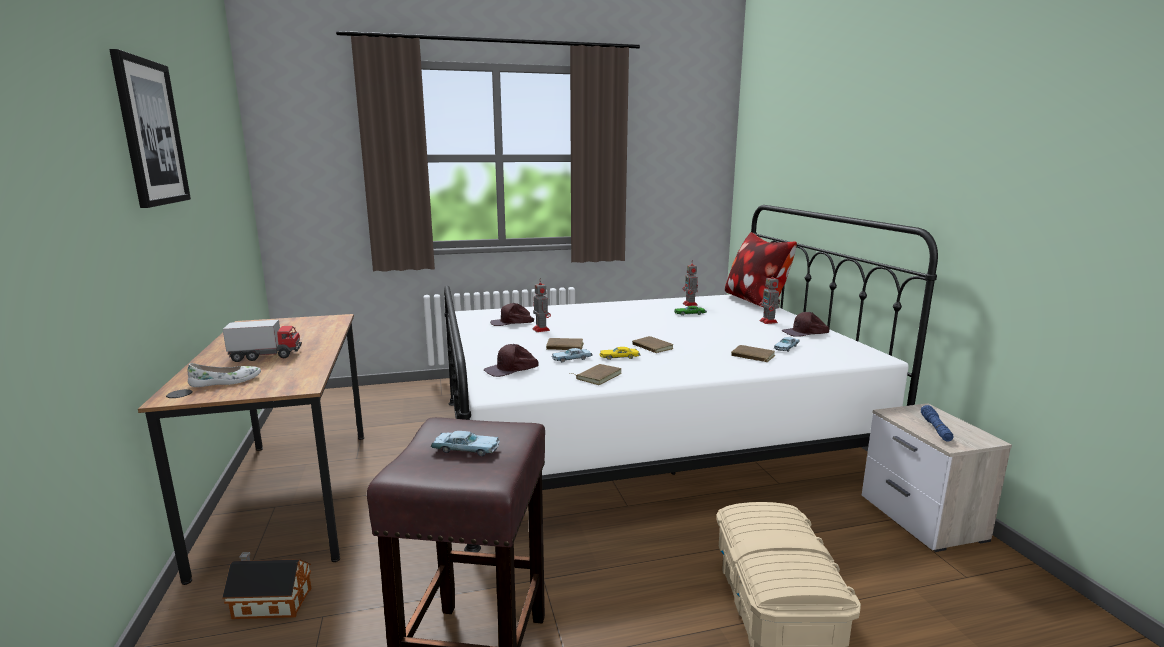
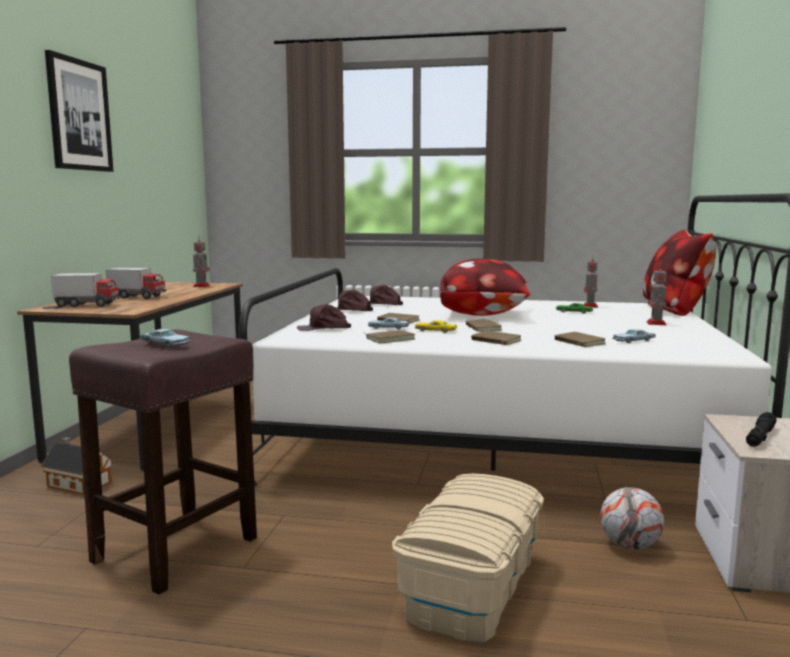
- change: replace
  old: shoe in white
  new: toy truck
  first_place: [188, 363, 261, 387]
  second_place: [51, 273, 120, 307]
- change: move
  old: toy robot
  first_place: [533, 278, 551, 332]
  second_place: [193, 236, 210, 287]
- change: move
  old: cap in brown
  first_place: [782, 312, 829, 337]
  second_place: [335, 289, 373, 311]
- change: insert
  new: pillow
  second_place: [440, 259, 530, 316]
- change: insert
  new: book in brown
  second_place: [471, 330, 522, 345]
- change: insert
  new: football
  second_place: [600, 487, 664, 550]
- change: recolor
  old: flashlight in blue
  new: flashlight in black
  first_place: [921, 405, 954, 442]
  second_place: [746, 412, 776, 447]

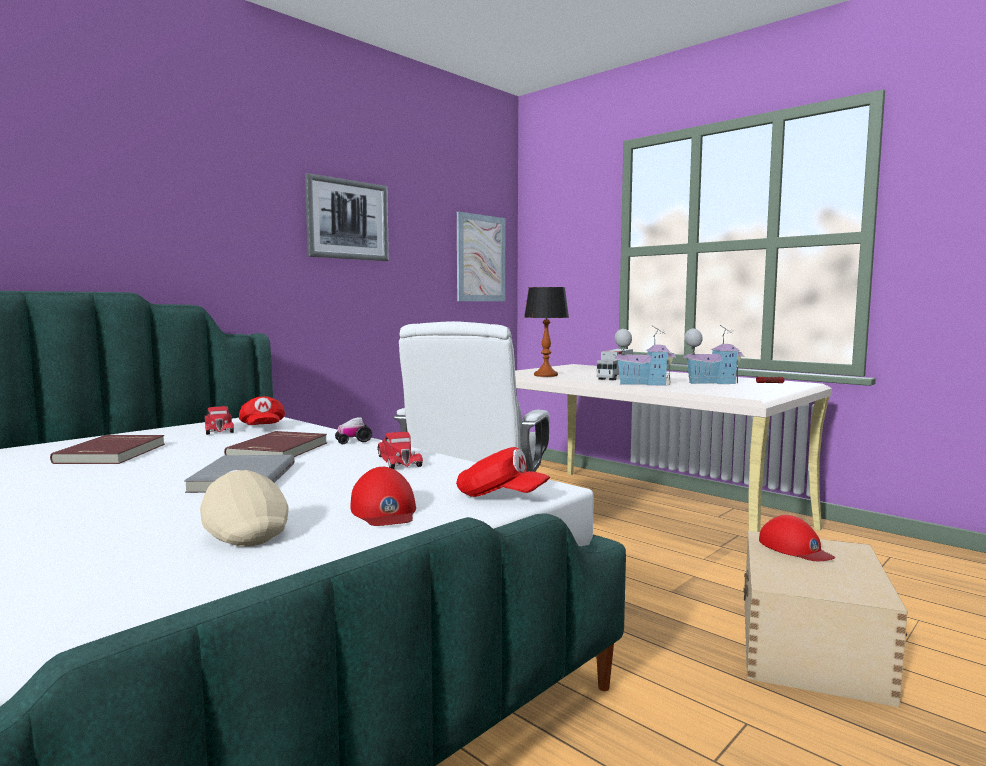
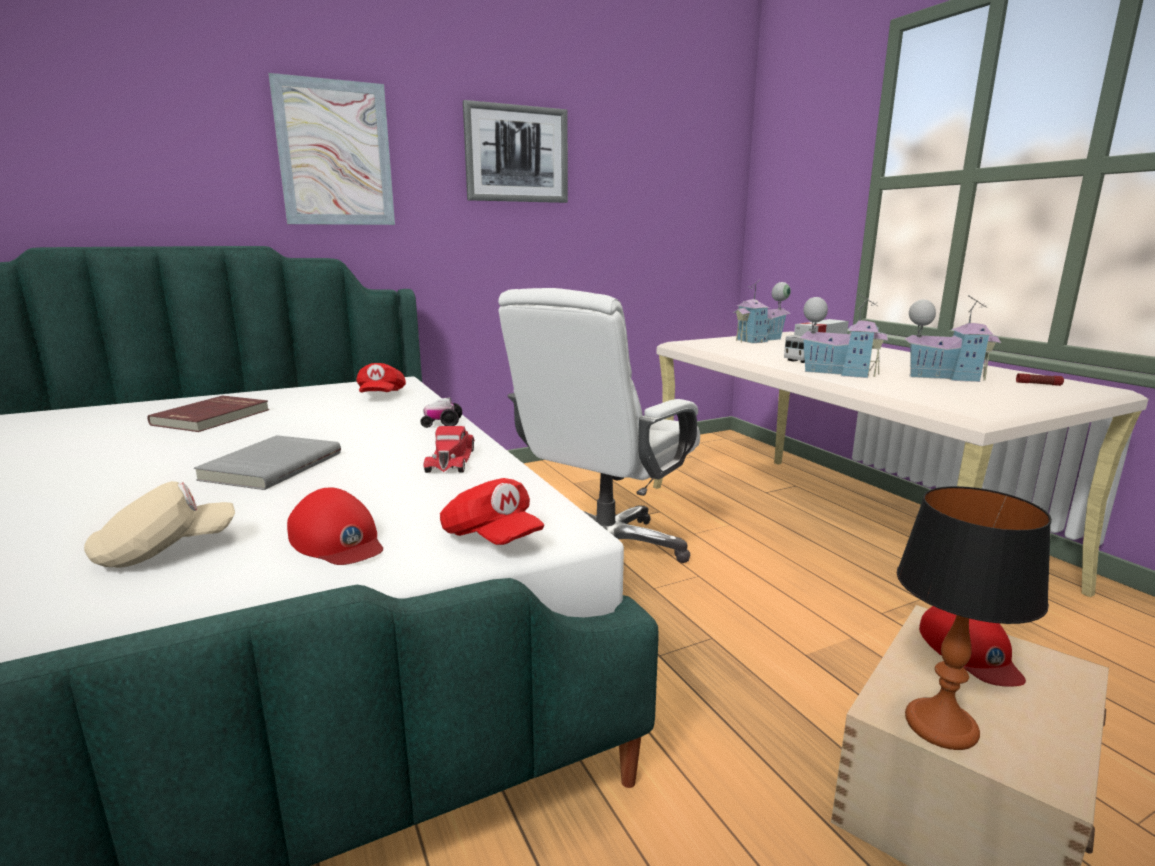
- change: rotate
  old: cap in beige
  first_place: [200, 470, 289, 547]
  second_place: [84, 481, 235, 568]
  degrees: 75
- change: move
  old: picture
  first_place: [457, 212, 505, 301]
  second_place: [268, 73, 395, 225]
- change: rotate
  old: cap in red
  first_place: [350, 467, 416, 526]
  second_place: [287, 487, 383, 565]
  degrees: -45
- change: insert
  new: toy house
  second_place: [733, 280, 791, 343]
- change: move
  old: table lamp
  first_place: [524, 287, 569, 377]
  second_place: [897, 486, 1052, 750]
- change: delete
  old: toy car in red
  first_place: [205, 406, 234, 435]
- change: delete
  old: book in red
  first_place: [224, 431, 327, 457]

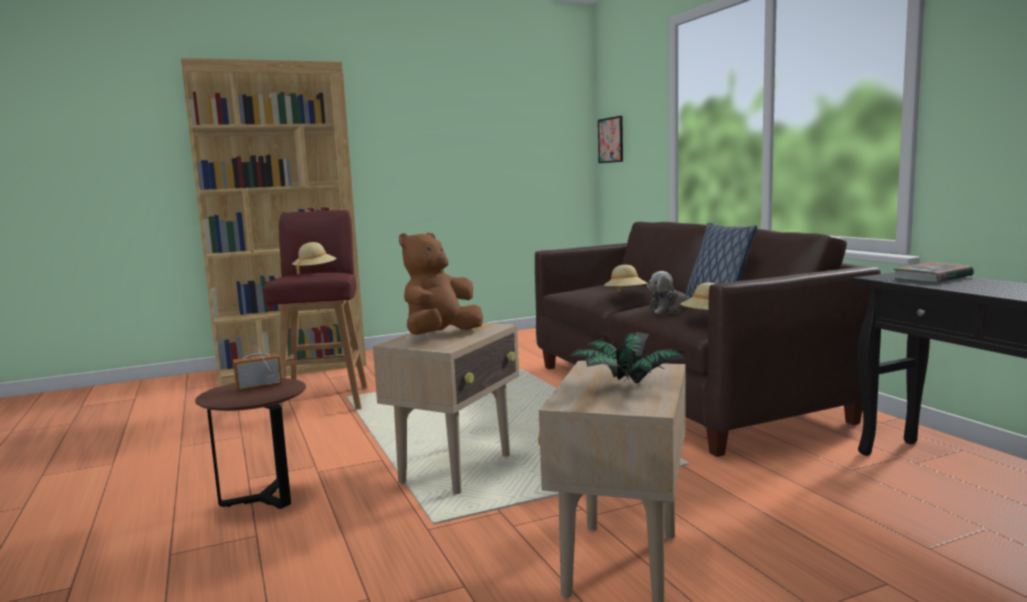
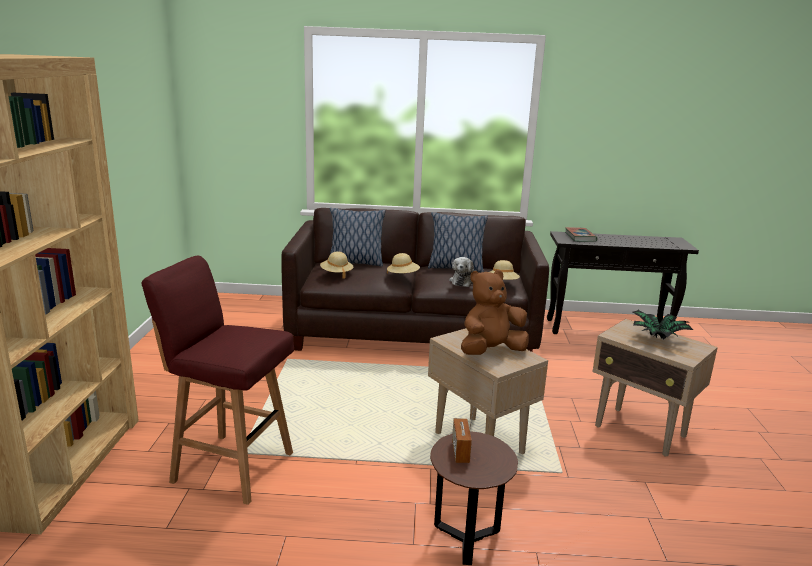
- change: move
  old: hat in beige
  first_place: [292, 242, 336, 275]
  second_place: [320, 251, 353, 279]
- change: insert
  new: pillow
  second_place: [329, 208, 385, 267]
- change: rotate
  old: plush toy in brown
  first_place: [399, 232, 483, 335]
  second_place: [461, 270, 529, 355]
  degrees: 90
- change: delete
  old: picture
  first_place: [598, 116, 623, 163]

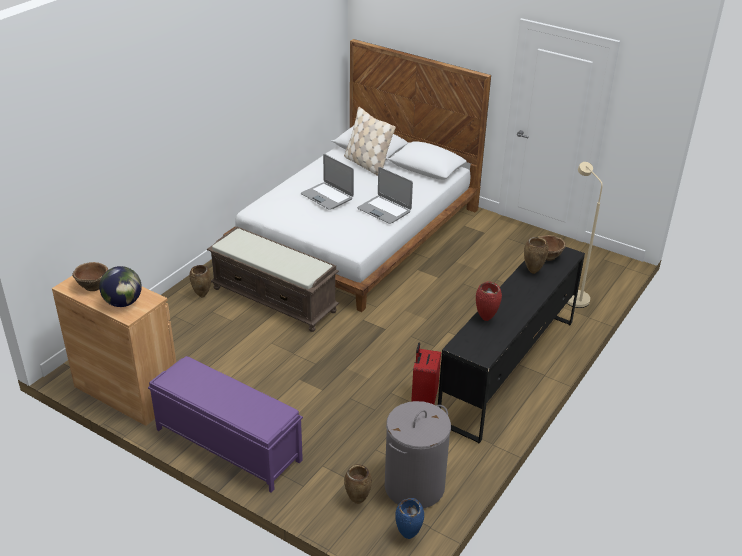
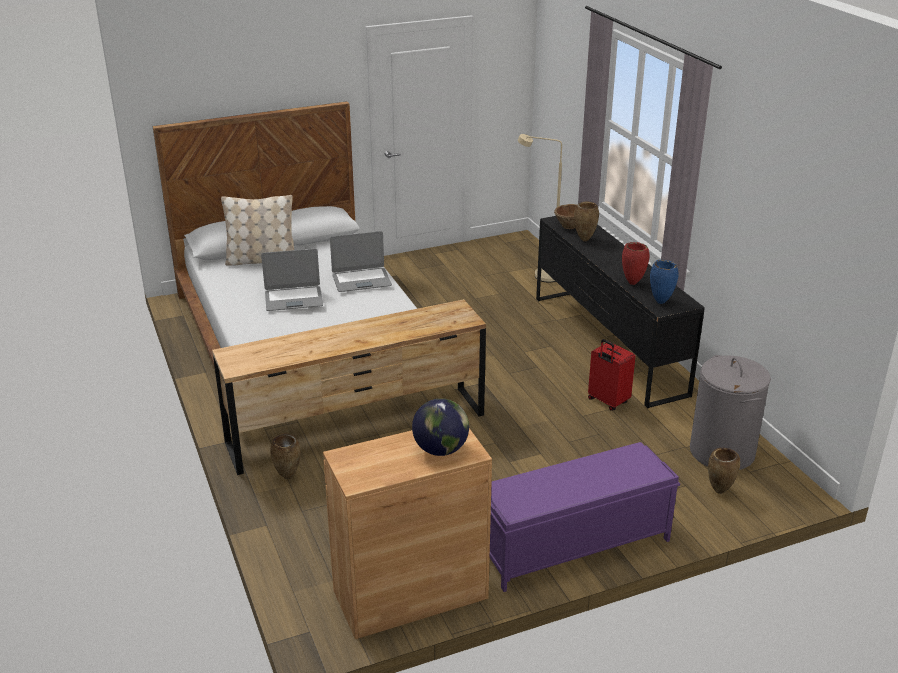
- change: replace
  old: bench in brown
  new: dresser in brown
  first_place: [207, 227, 339, 332]
  second_place: [212, 299, 486, 475]
- change: move
  old: vase in blue
  first_place: [395, 498, 424, 539]
  second_place: [650, 260, 678, 304]
- change: delete
  old: bowl in brown
  first_place: [72, 262, 108, 291]

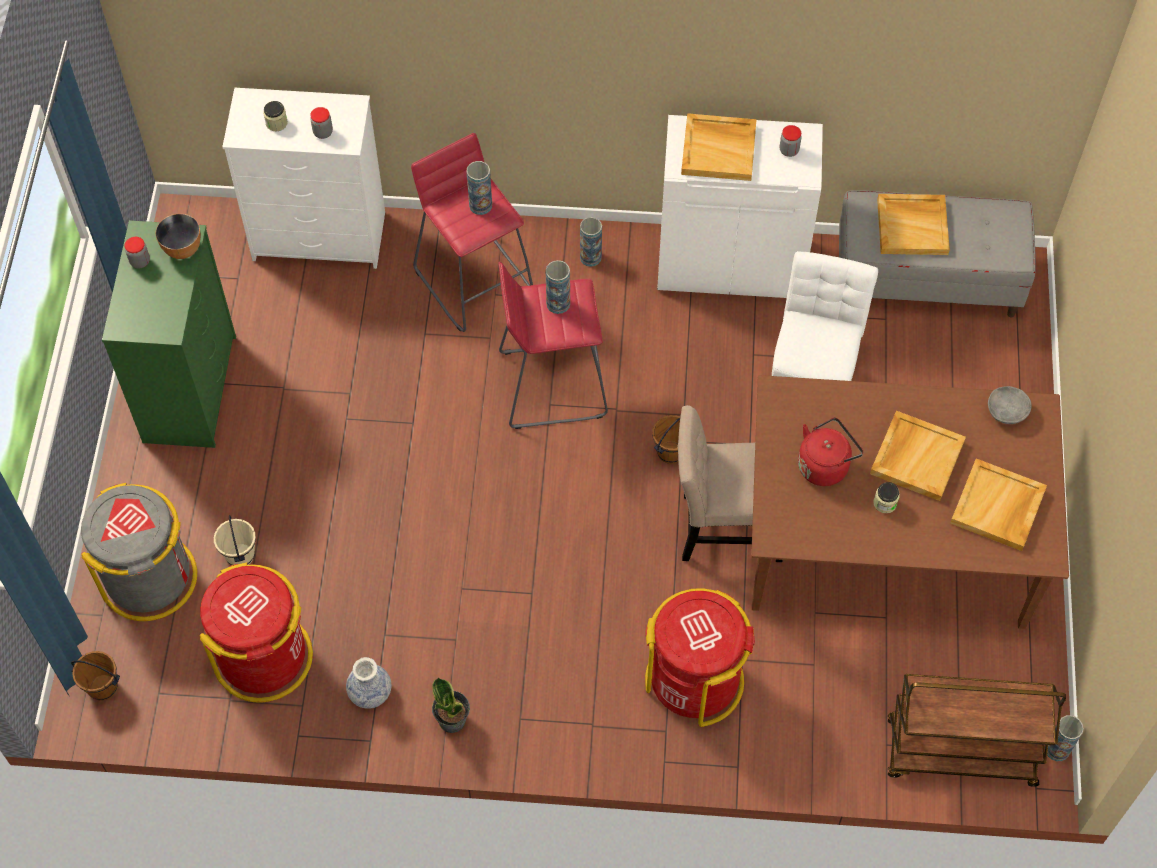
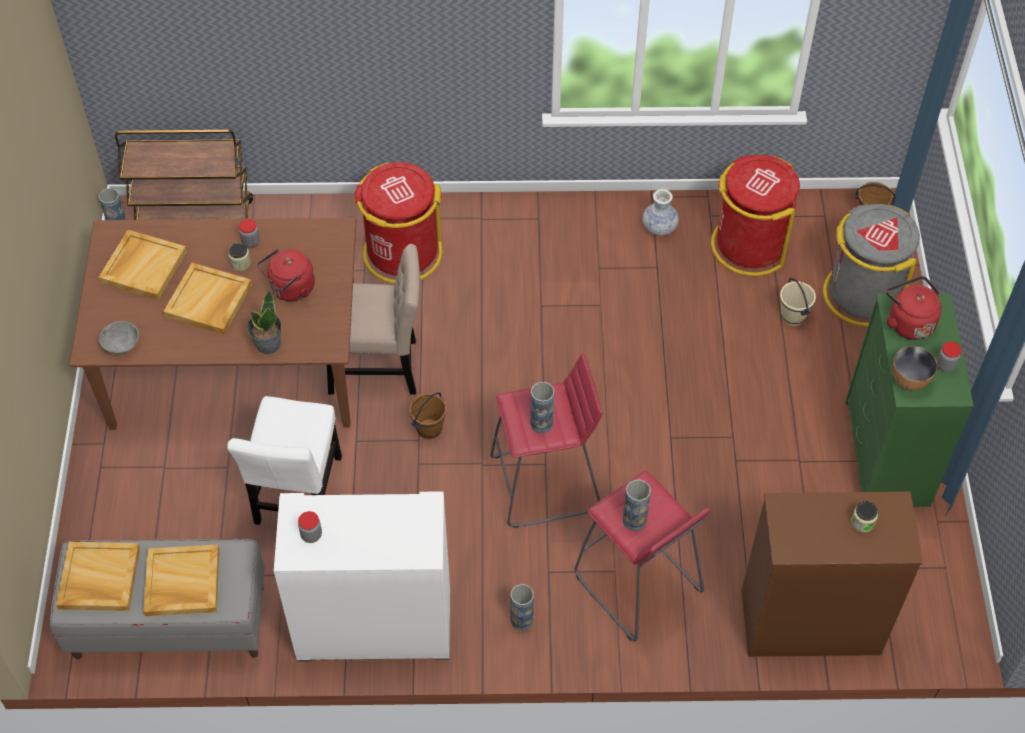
- change: move
  old: tray in beige
  first_place: [681, 113, 757, 181]
  second_place: [56, 542, 140, 611]
- change: move
  old: jar
  first_place: [310, 107, 333, 139]
  second_place: [239, 219, 260, 248]
- change: move
  old: potted plant
  first_place: [432, 677, 470, 733]
  second_place: [247, 290, 282, 354]
- change: recolor
  old: dresser in white
  new: dresser in brown
  first_place: [222, 88, 385, 269]
  second_place: [742, 491, 923, 657]
- change: insert
  new: kettle in red
  second_place: [886, 276, 942, 340]

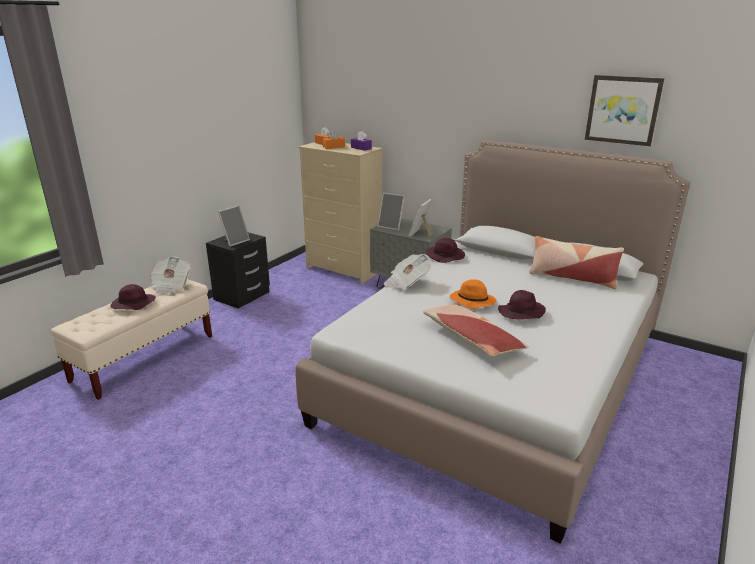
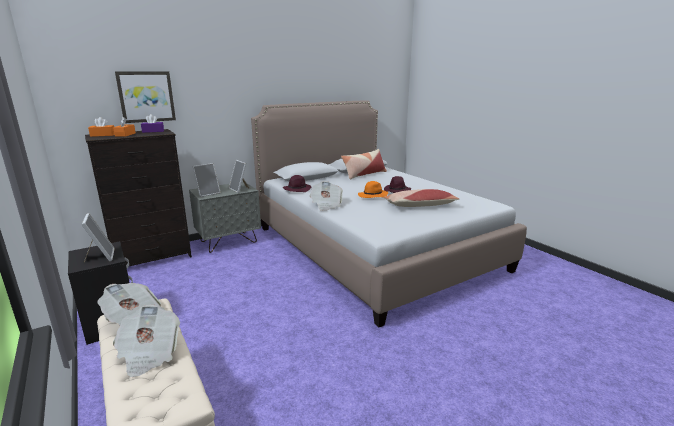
- change: recolor
  old: dresser in beige
  new: dresser in black
  first_place: [298, 142, 383, 284]
  second_place: [85, 129, 192, 266]
- change: replace
  old: hat in purple
  new: newspaper
  first_place: [110, 284, 156, 310]
  second_place: [113, 304, 180, 377]
- change: move
  old: picture
  first_place: [585, 75, 664, 146]
  second_place: [115, 71, 176, 123]

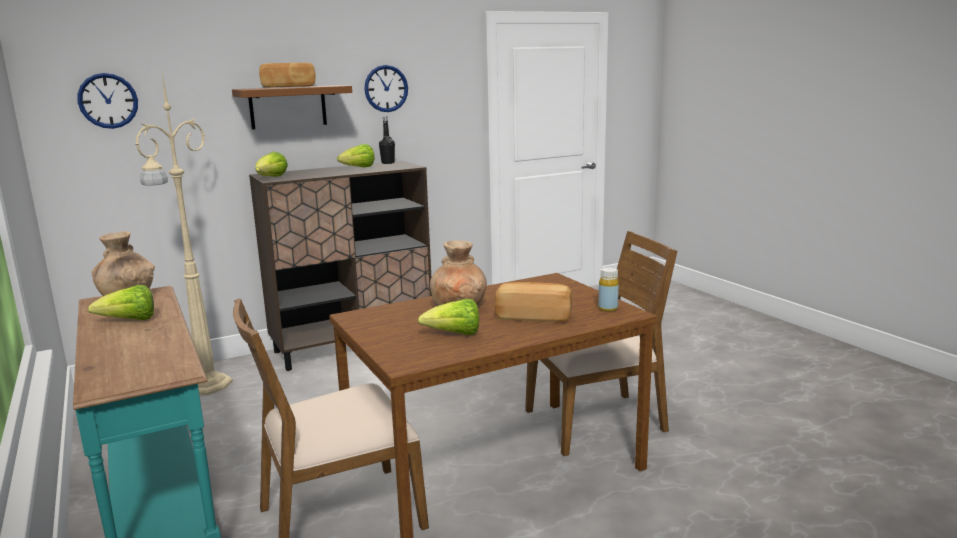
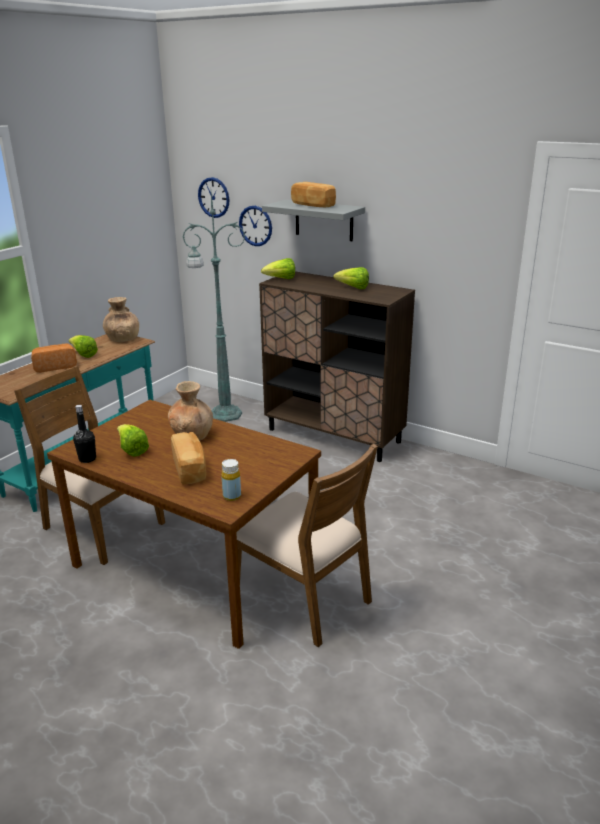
- change: insert
  new: bread
  second_place: [31, 344, 77, 373]
- change: move
  old: bottle in black
  first_place: [379, 117, 395, 164]
  second_place: [73, 405, 96, 463]
- change: recolor
  old: floor lamp in beige
  new: floor lamp in green
  first_place: [135, 74, 233, 395]
  second_place: [183, 193, 245, 422]
- change: move
  old: wall clock
  first_place: [364, 65, 408, 112]
  second_place: [239, 206, 272, 246]
- change: recolor
  old: shelf in brown
  new: shelf in grey
  first_place: [232, 85, 352, 129]
  second_place: [262, 200, 365, 241]

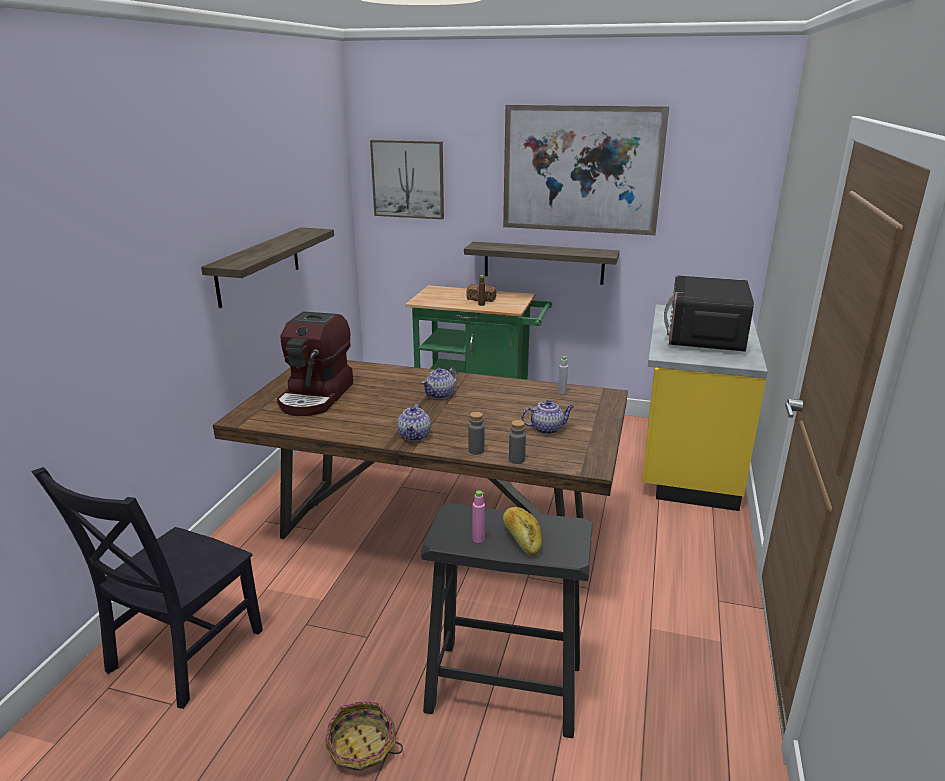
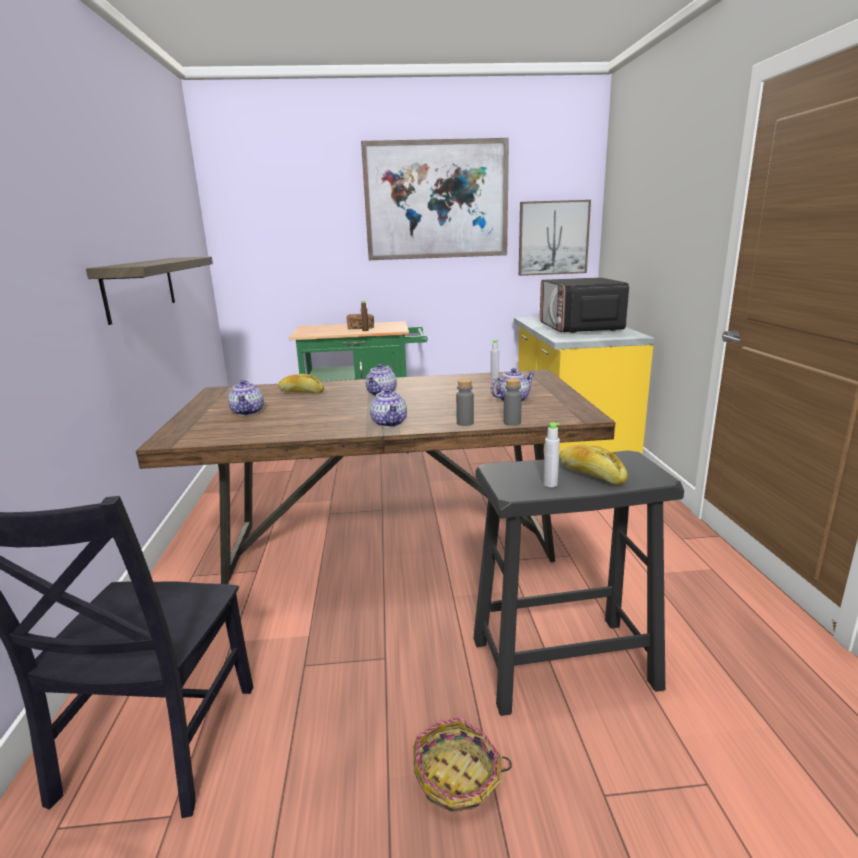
- change: replace
  old: coffee machine
  new: teapot
  first_place: [277, 311, 353, 416]
  second_place: [228, 380, 264, 416]
- change: insert
  new: bread
  second_place: [278, 374, 324, 393]
- change: move
  old: picture
  first_place: [370, 140, 444, 219]
  second_place: [519, 200, 591, 276]
- change: recolor
  old: bottle in pink
  new: bottle in grey
  first_place: [473, 490, 485, 543]
  second_place: [543, 422, 560, 487]
- change: delete
  old: shelf
  first_place: [464, 242, 620, 285]

